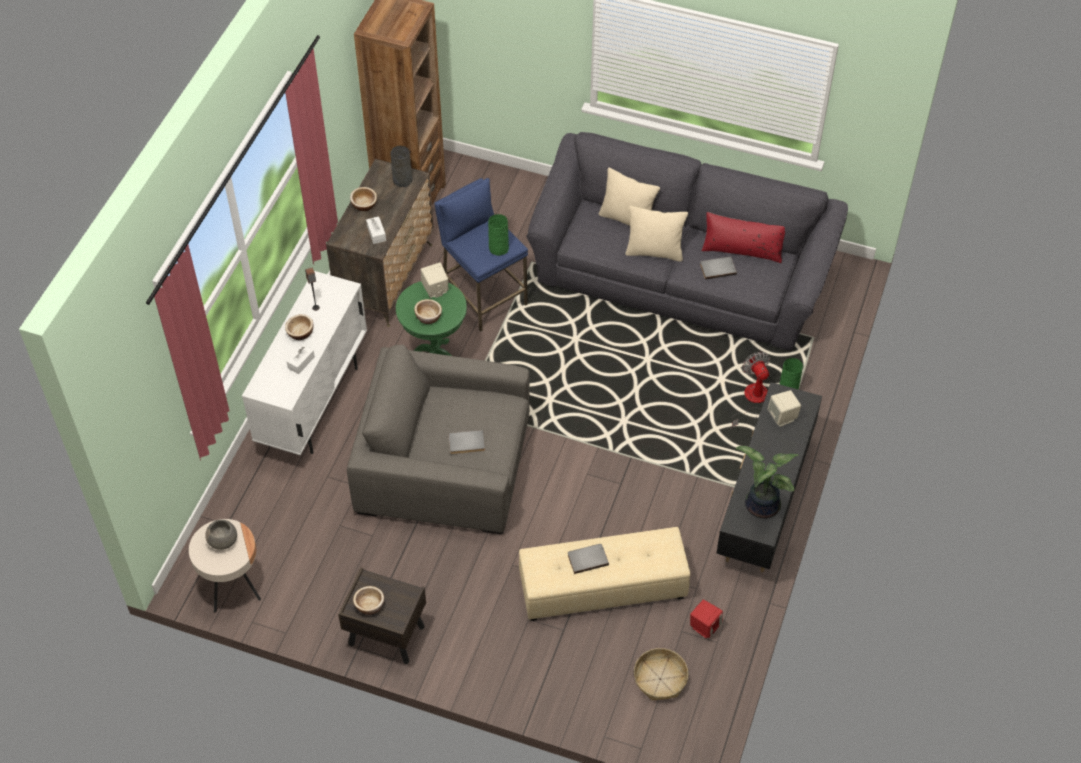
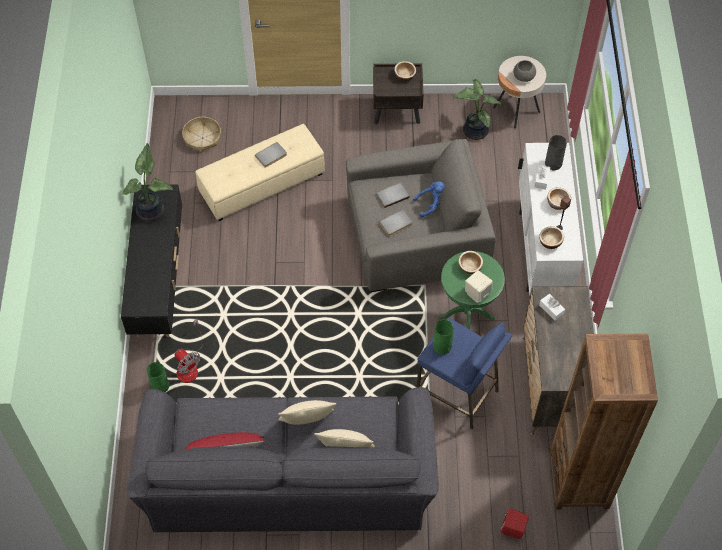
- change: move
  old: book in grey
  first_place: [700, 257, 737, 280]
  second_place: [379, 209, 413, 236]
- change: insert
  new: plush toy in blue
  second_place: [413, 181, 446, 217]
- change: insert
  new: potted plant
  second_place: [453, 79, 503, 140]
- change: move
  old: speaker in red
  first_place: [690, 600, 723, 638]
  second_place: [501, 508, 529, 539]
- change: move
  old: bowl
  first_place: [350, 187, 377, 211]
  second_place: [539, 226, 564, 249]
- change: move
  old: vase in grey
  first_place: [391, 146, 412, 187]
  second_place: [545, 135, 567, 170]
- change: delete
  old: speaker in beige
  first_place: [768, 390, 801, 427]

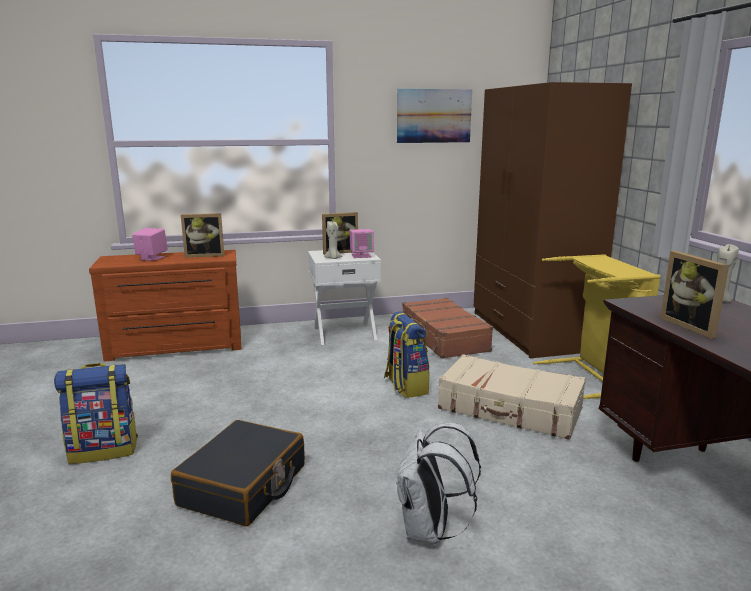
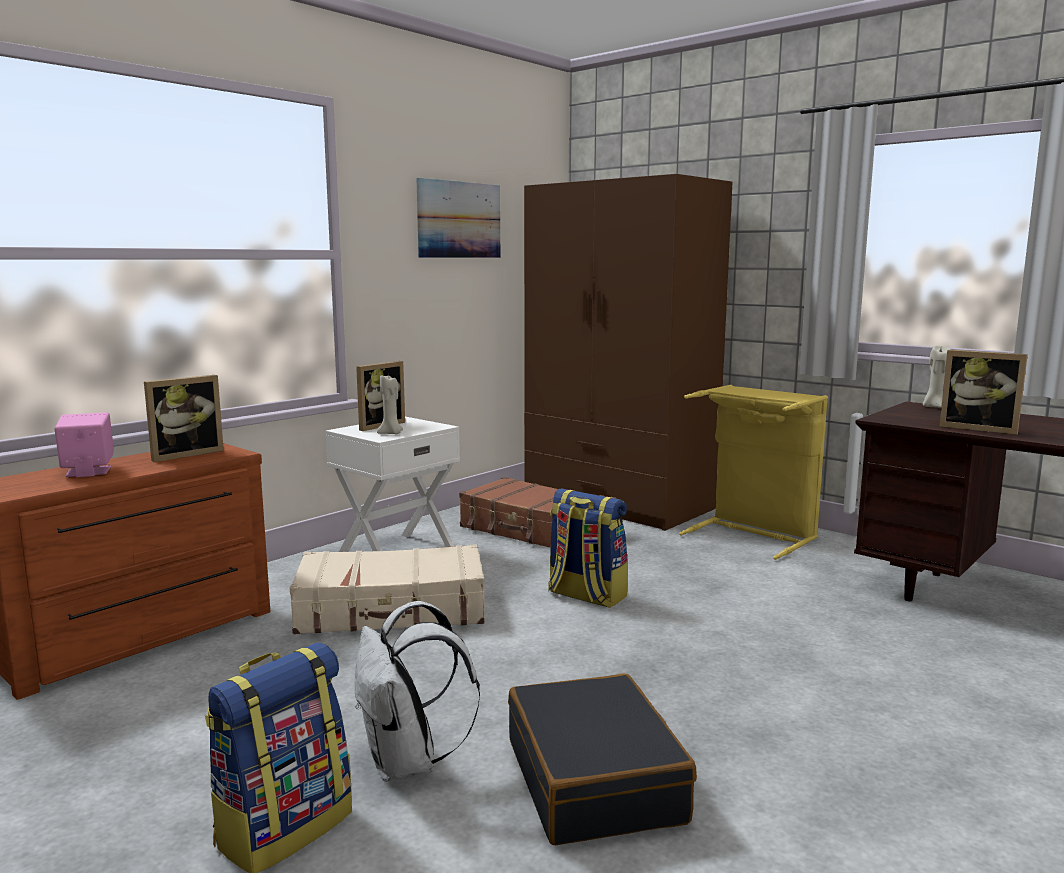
- change: move
  old: suitcase in beige
  first_place: [438, 354, 586, 440]
  second_place: [290, 544, 485, 634]
- change: move
  old: backpack in white
  first_place: [396, 423, 481, 544]
  second_place: [354, 601, 480, 782]
- change: delete
  old: speaker in pink
  first_place: [350, 229, 374, 258]

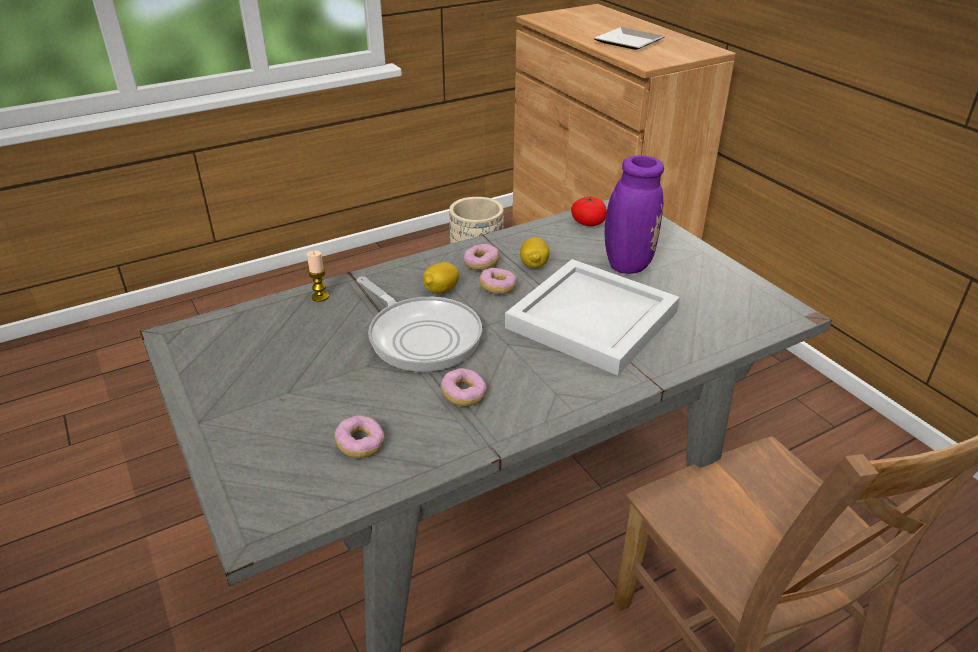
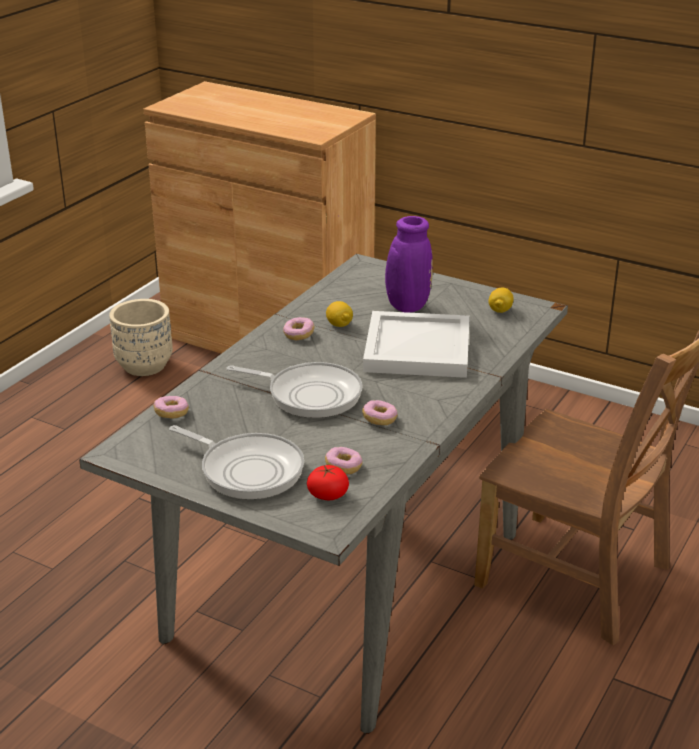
- change: move
  old: donut
  first_place: [479, 268, 517, 294]
  second_place: [153, 396, 189, 419]
- change: insert
  new: frying pan
  second_place: [169, 425, 304, 499]
- change: move
  old: tomato
  first_place: [571, 196, 607, 226]
  second_place: [307, 465, 349, 500]
- change: move
  old: lemon
  first_place: [423, 262, 459, 294]
  second_place: [488, 288, 514, 313]
- change: delete
  old: candle
  first_place: [307, 251, 329, 302]
- change: delete
  old: plate
  first_place: [594, 27, 665, 50]

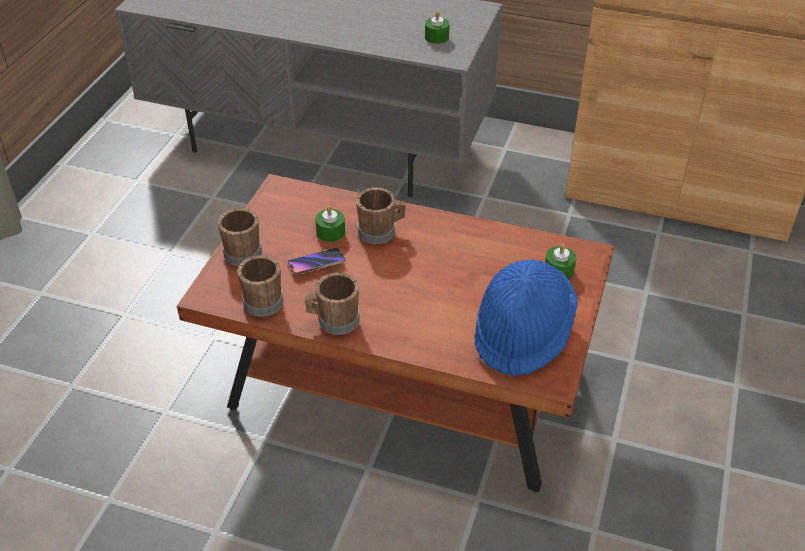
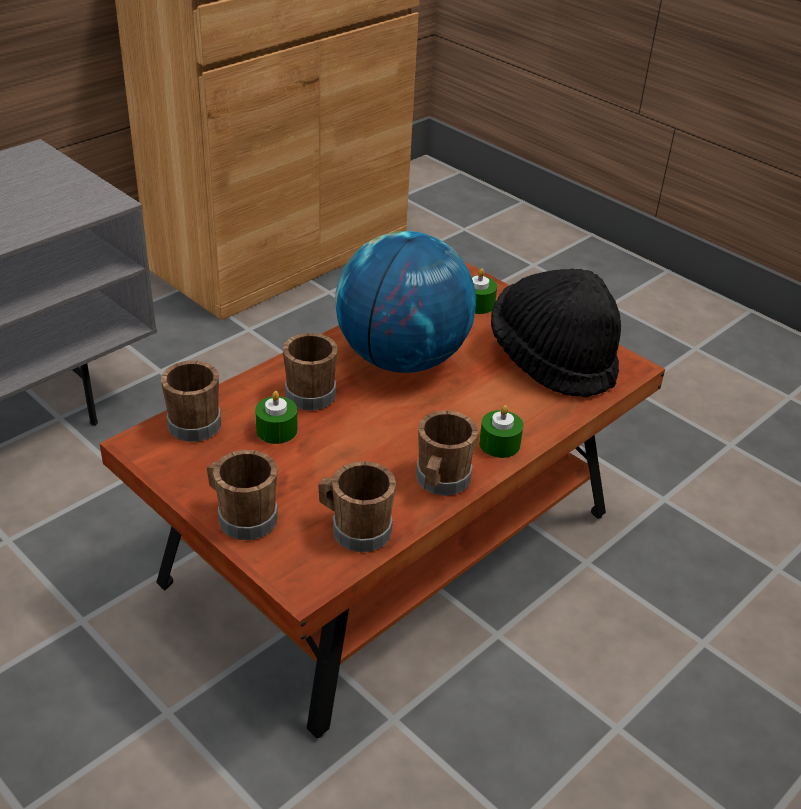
- change: insert
  new: mug in brown
  second_place: [161, 361, 221, 442]
- change: insert
  new: globe
  second_place: [335, 231, 476, 373]
- change: move
  old: candle in green
  first_place: [425, 11, 450, 44]
  second_place: [479, 405, 523, 458]
- change: recolor
  old: hat in blue
  new: hat in black
  first_place: [475, 259, 578, 377]
  second_place: [491, 268, 621, 397]
- change: delete
  old: phone
  first_place: [288, 248, 346, 275]

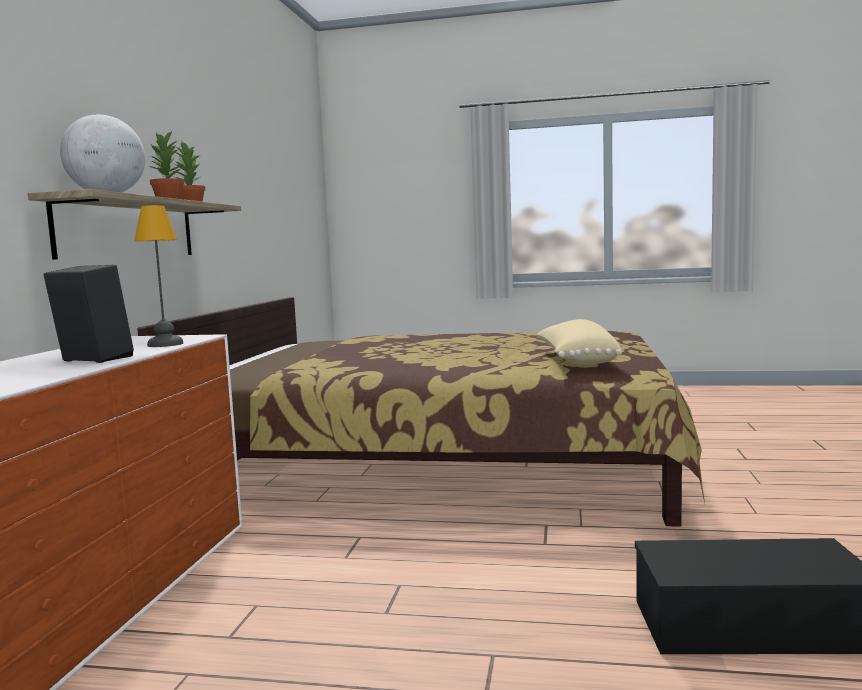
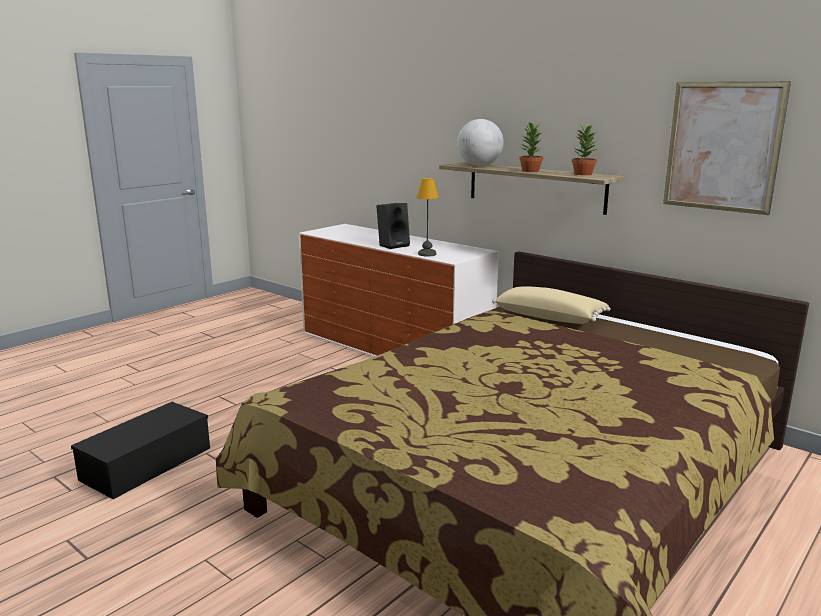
- change: move
  old: pillow in beige
  first_place: [537, 319, 622, 364]
  second_place: [492, 286, 611, 324]
- change: insert
  new: picture
  second_place: [663, 82, 791, 215]

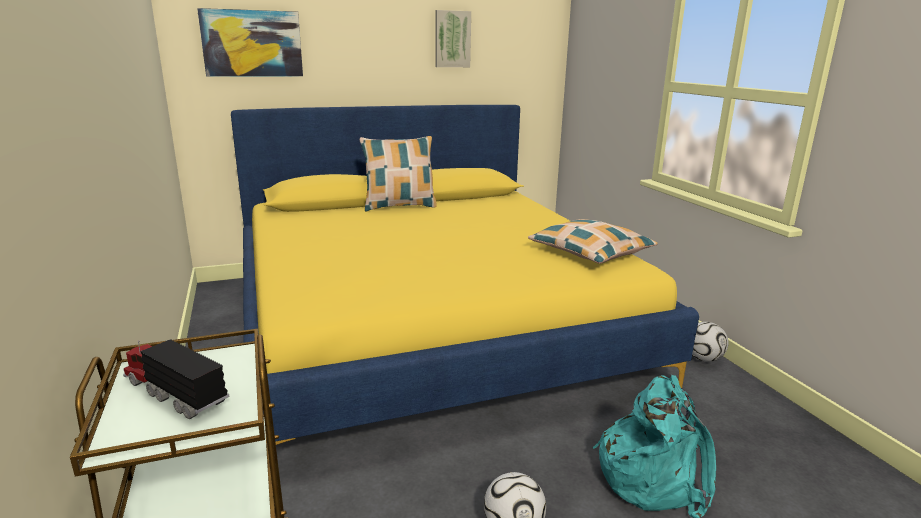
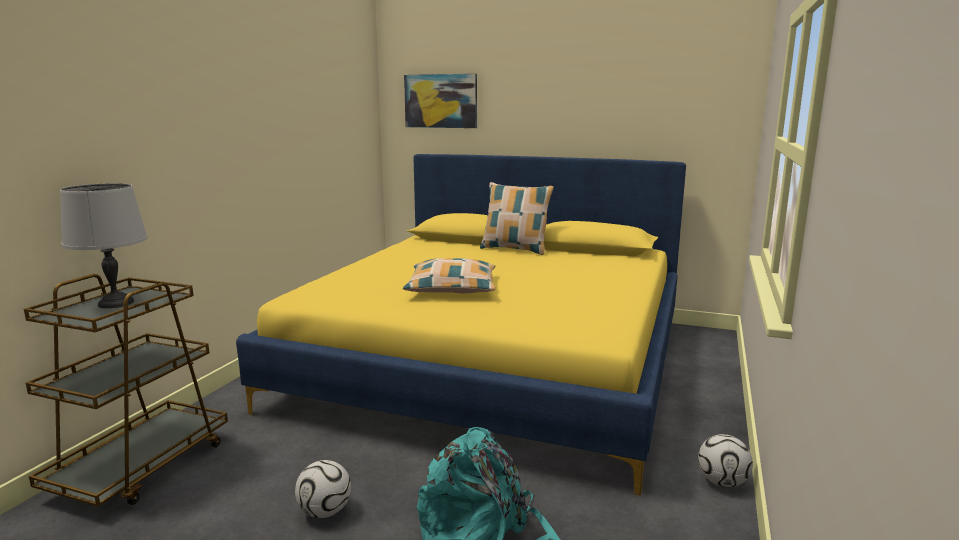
- change: replace
  old: toy truck
  new: table lamp in grey
  first_place: [123, 339, 229, 419]
  second_place: [60, 183, 148, 308]
- change: move
  old: pillow
  first_place: [528, 219, 658, 264]
  second_place: [403, 258, 495, 293]
- change: delete
  old: picture
  first_place: [435, 10, 471, 67]

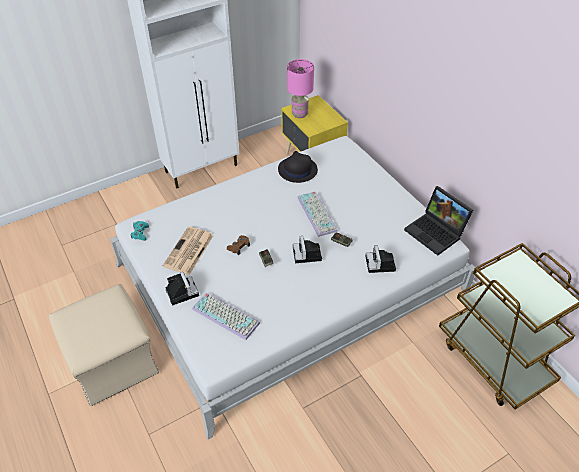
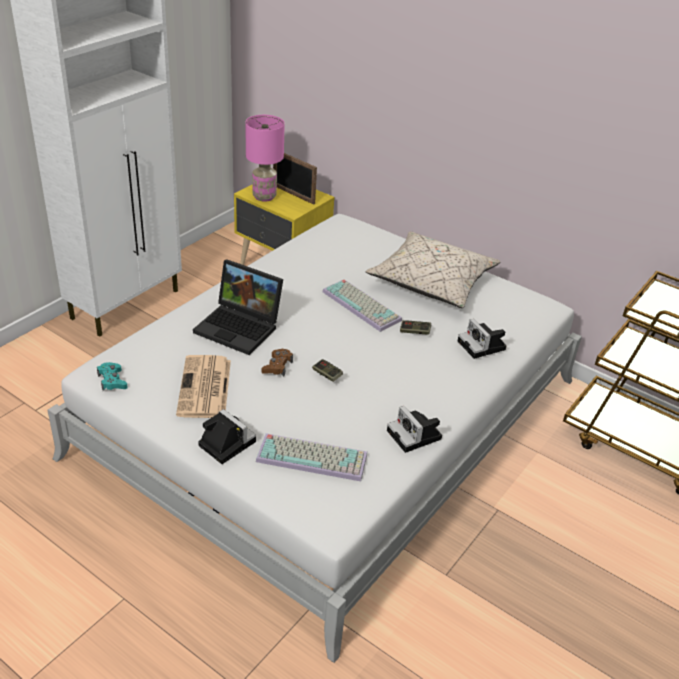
- change: move
  old: laptop
  first_place: [404, 186, 473, 256]
  second_place: [193, 259, 283, 355]
- change: insert
  new: picture frame
  second_place: [273, 153, 317, 205]
- change: insert
  new: pillow in beige
  second_place: [366, 232, 500, 308]
- change: move
  old: photo camera
  first_place: [293, 236, 322, 263]
  second_place: [387, 406, 442, 453]
- change: delete
  old: ottoman in beige
  first_place: [49, 284, 159, 406]
- change: delete
  old: hat in black
  first_place: [278, 151, 318, 183]

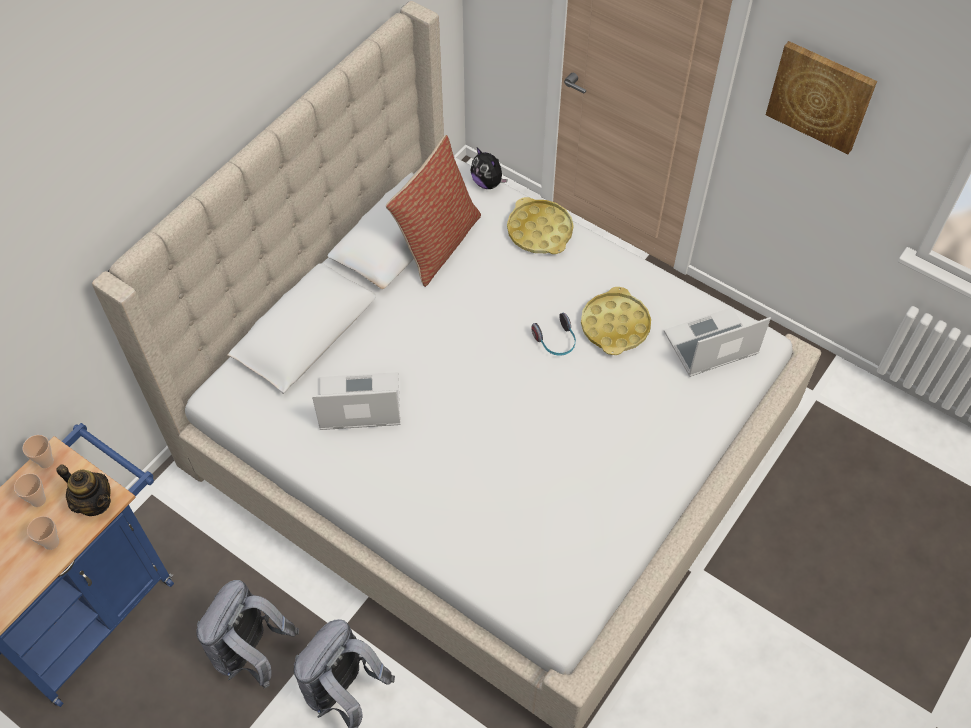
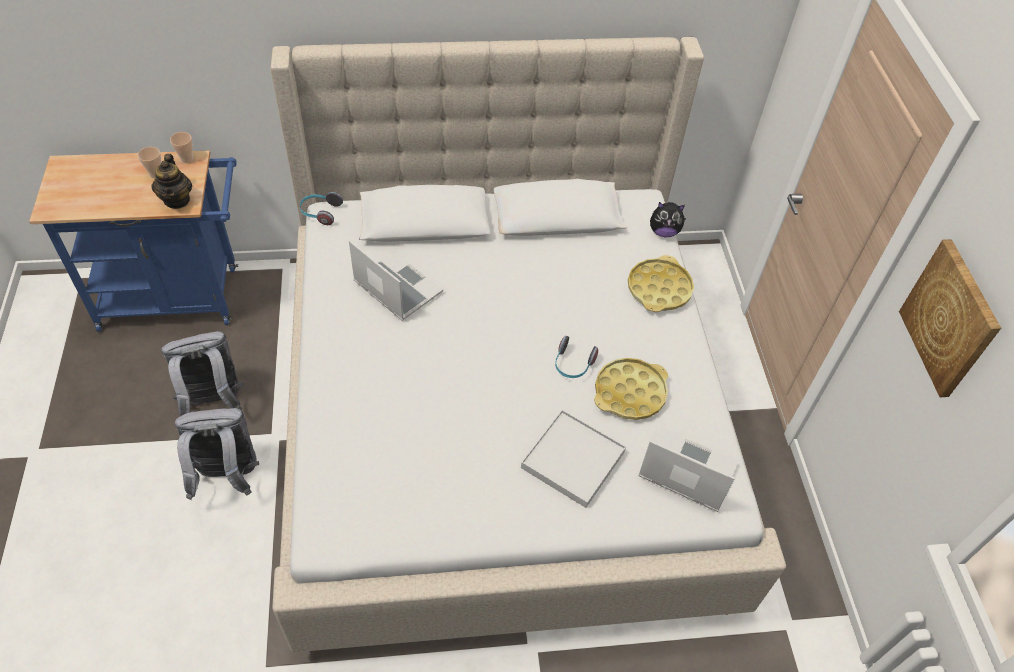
- change: insert
  new: headphones
  second_place: [300, 192, 343, 225]
- change: insert
  new: tray in white
  second_place: [521, 410, 626, 508]
- change: rotate
  old: plush toy
  first_place: [470, 148, 508, 189]
  second_place: [650, 202, 686, 237]
  degrees: -90
- change: delete
  old: cup
  first_place: [27, 516, 59, 550]
- change: delete
  old: pillow
  first_place: [386, 135, 481, 287]

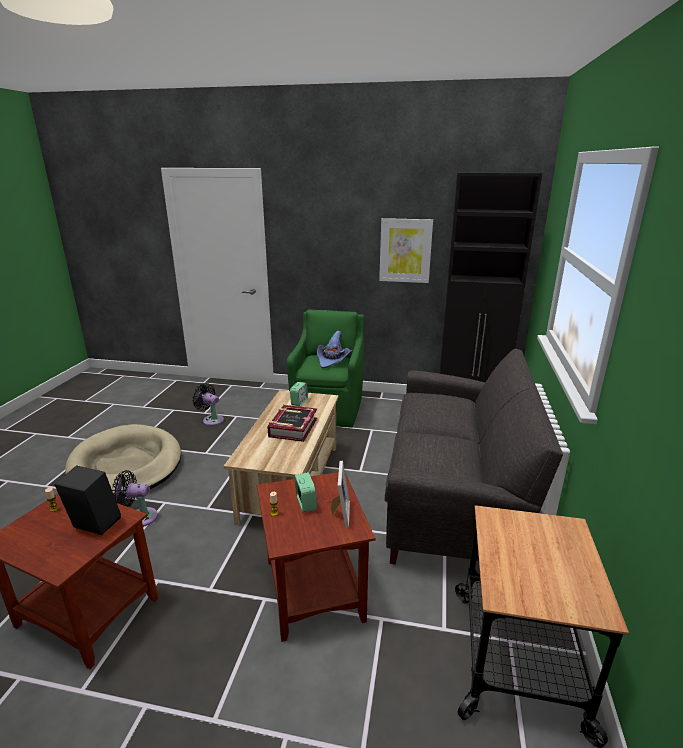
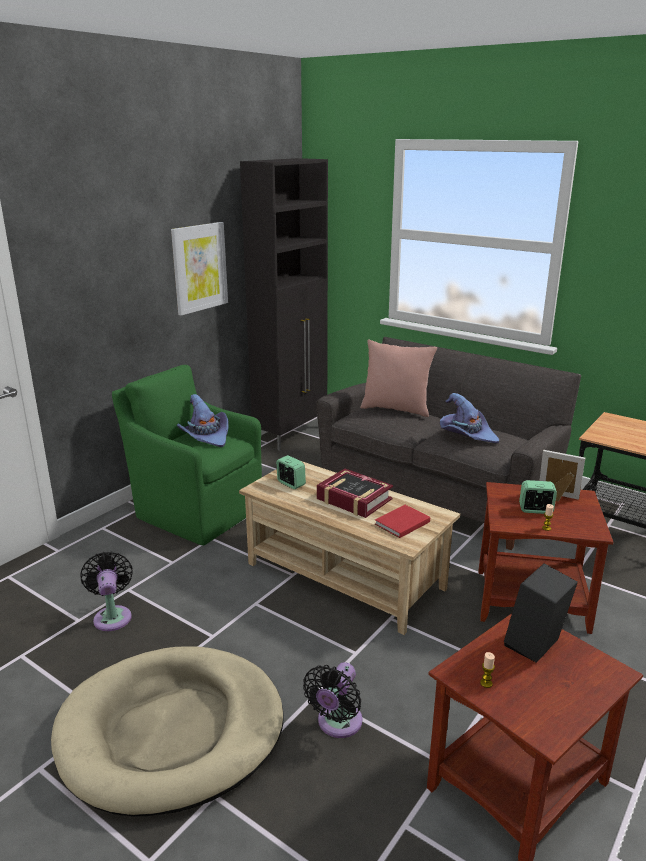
- change: rotate
  old: fan in black
  first_place: [192, 383, 224, 426]
  second_place: [80, 551, 132, 631]
  degrees: 105
- change: insert
  new: pillow in pink
  second_place: [360, 340, 437, 417]
- change: insert
  new: book in red
  second_place: [375, 505, 430, 538]
- change: insert
  new: hat in purple
  second_place: [440, 393, 499, 443]

